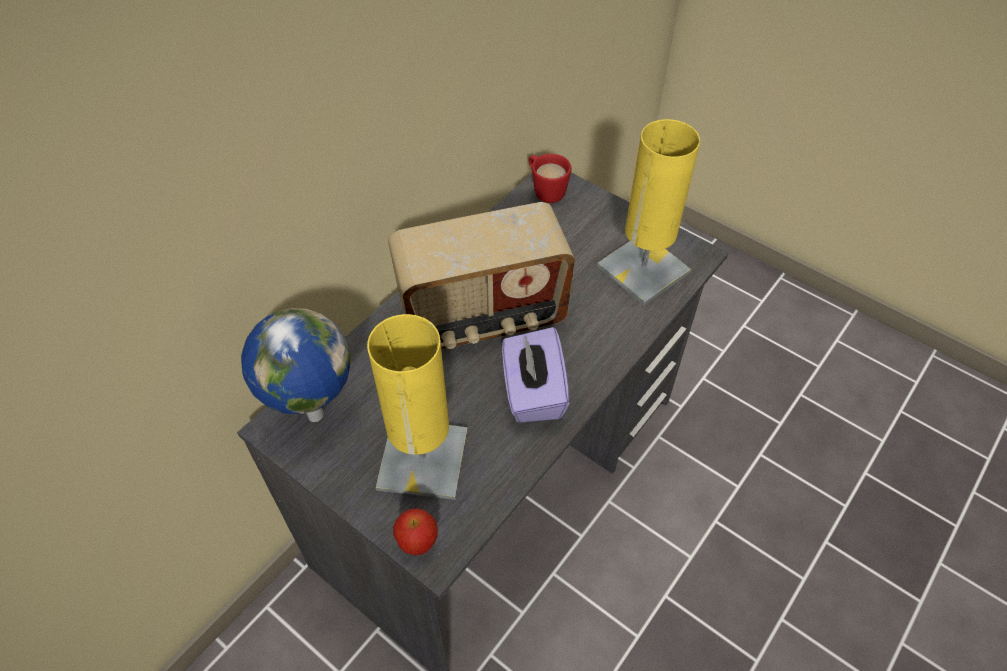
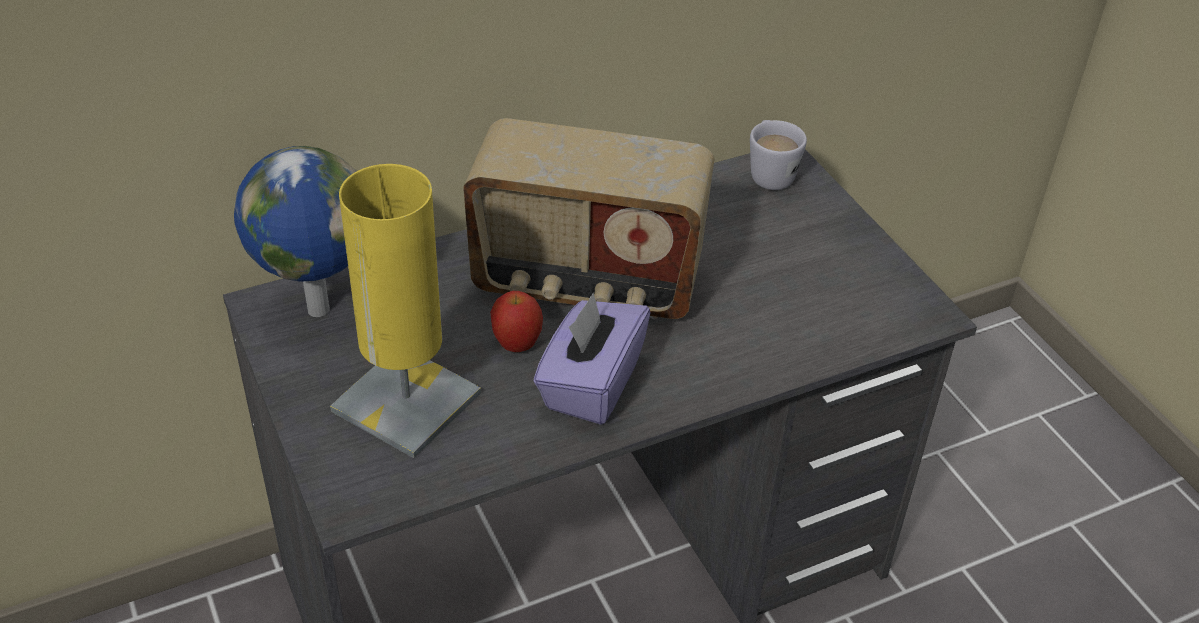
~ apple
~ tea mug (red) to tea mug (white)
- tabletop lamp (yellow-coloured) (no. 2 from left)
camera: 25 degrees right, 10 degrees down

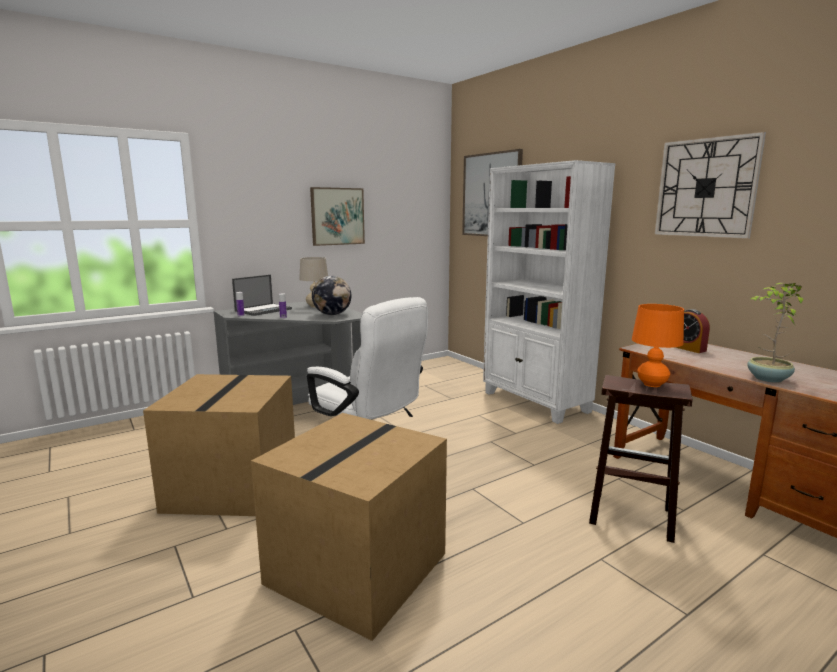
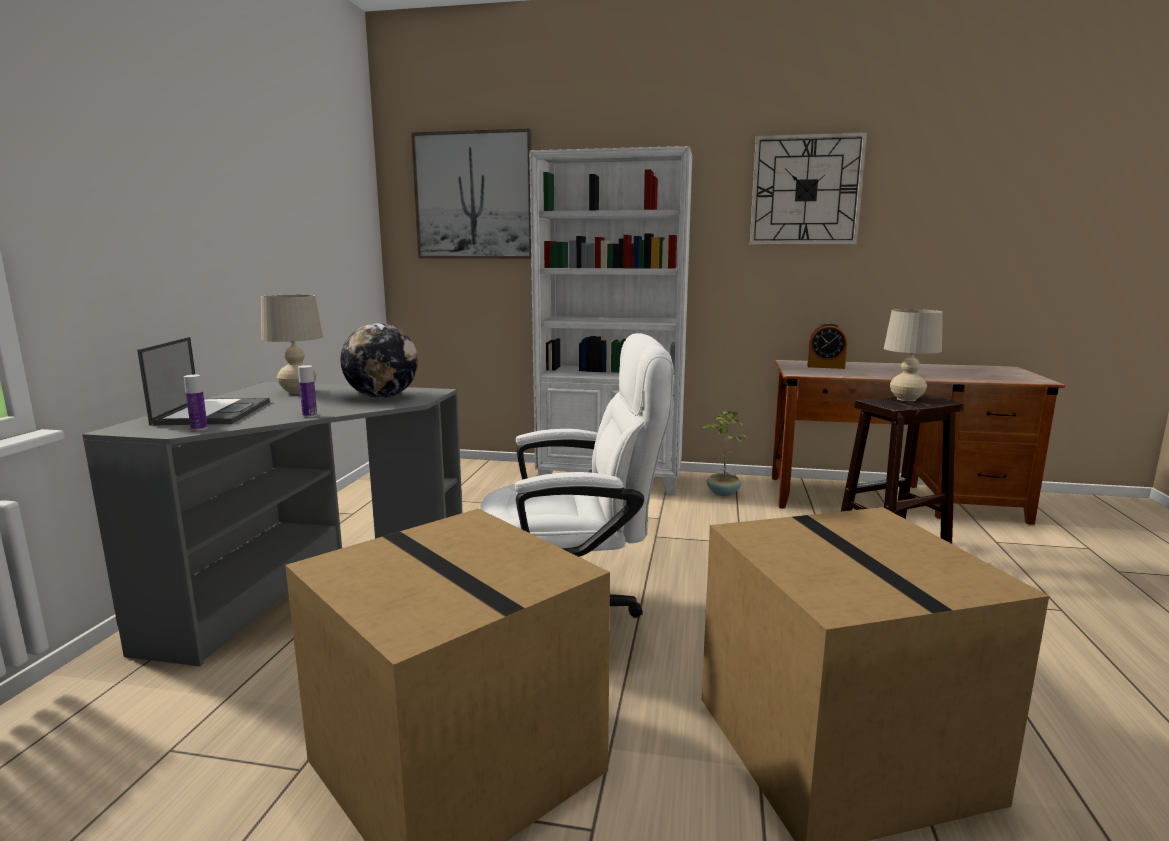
- picture (no. 1 from left)
~ tabletop lamp (orangey) to tabletop lamp (beige) (no. 2 from left)
~ plant in a pot
camera: 45 degrees left, 0 degrees up

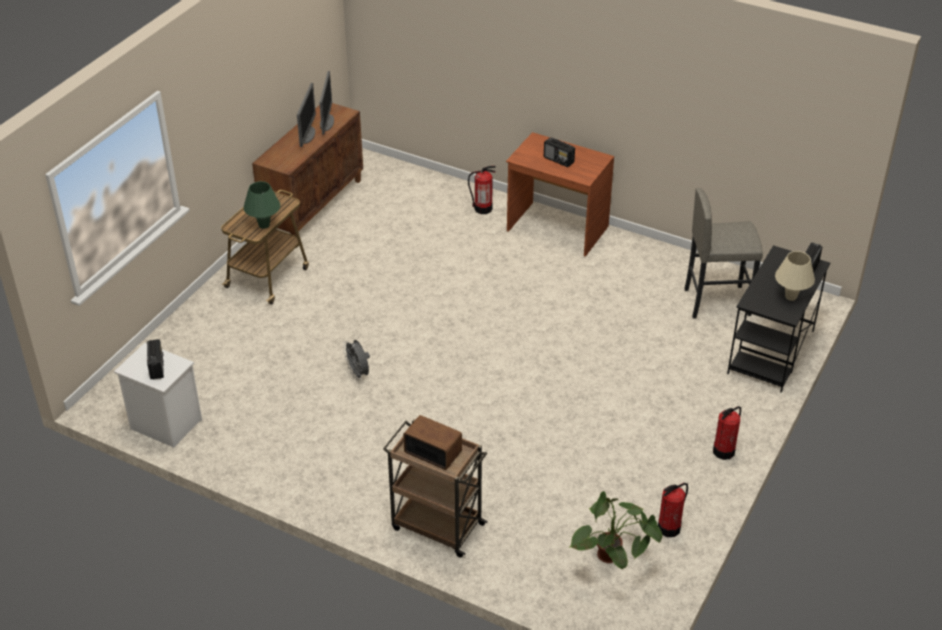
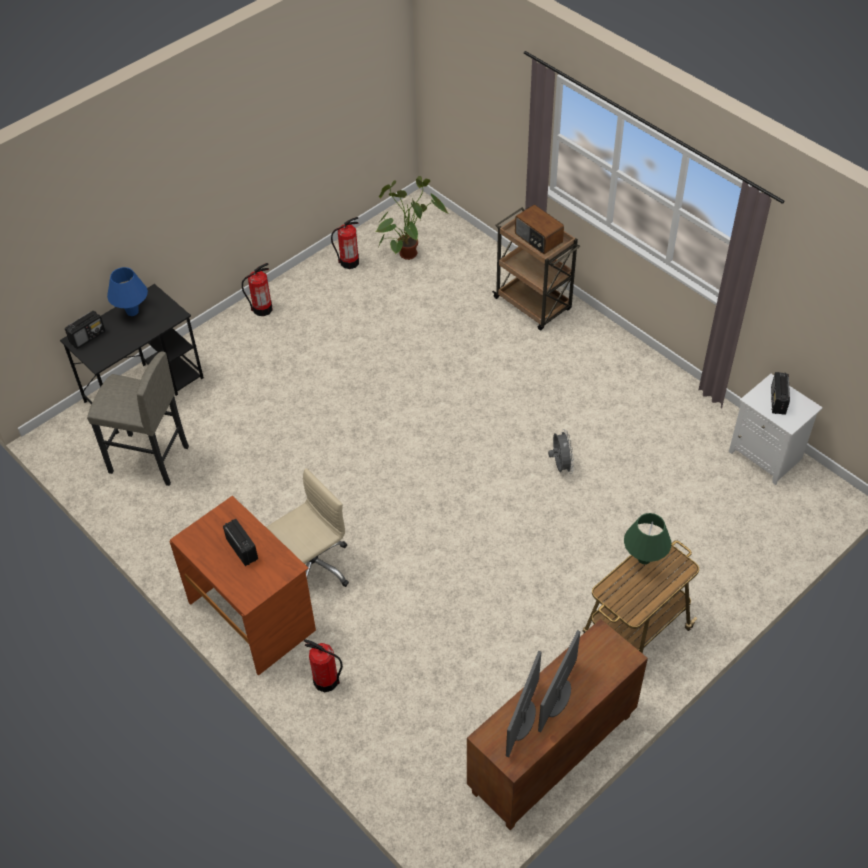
~ tabletop lamp (beige) to tabletop lamp (blue-coloured)
+ desk chair (beige)
camera: 160 degrees left, 10 degrees up

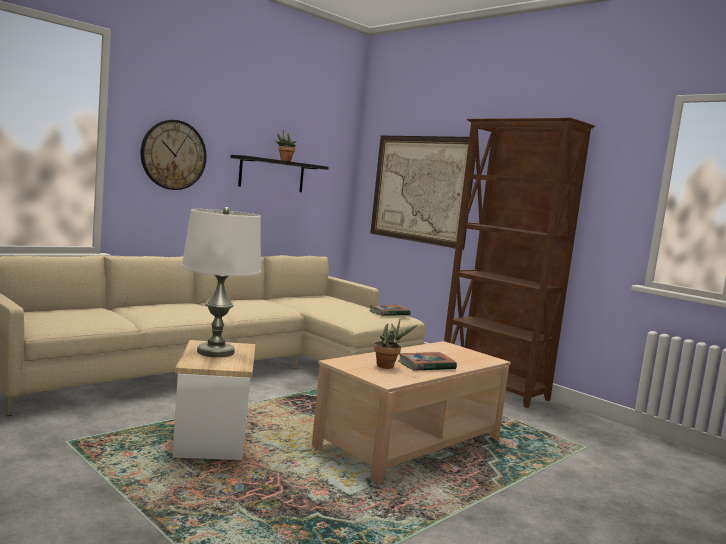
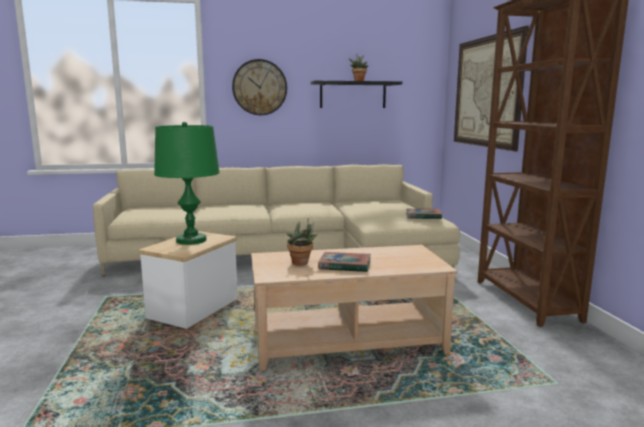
~ tabletop lamp (white) to tabletop lamp (greenish)
camera: 35 degrees right, 5 degrees up

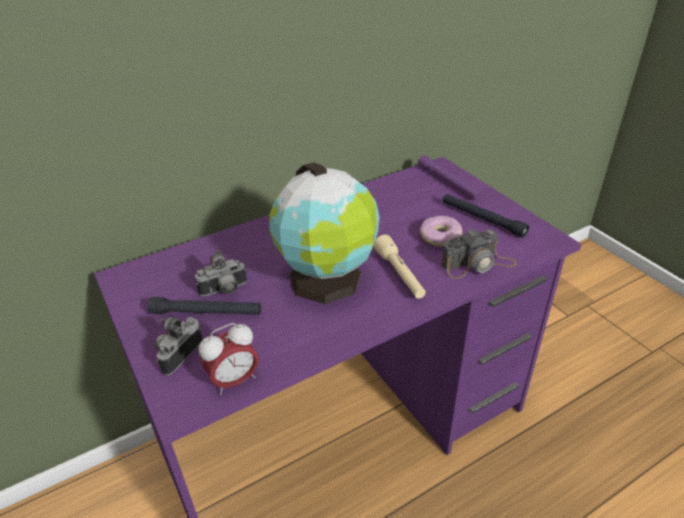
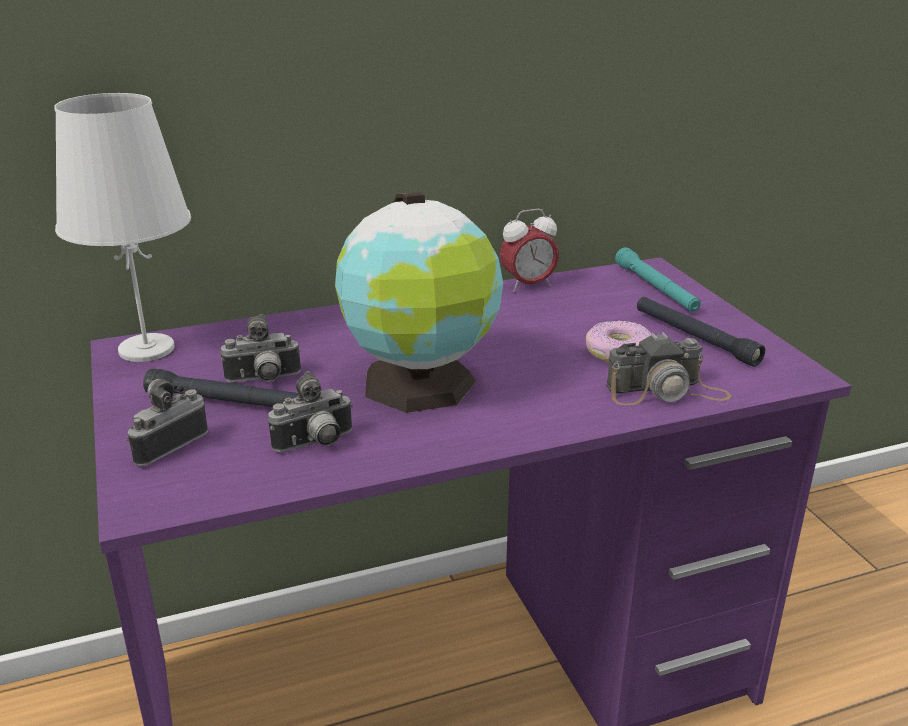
~ table clock
- flashlight (beige)
~ flashlight (purple-coloured) to flashlight (turquoise)
+ tabletop lamp (white)
+ photo camera (no. 3 from left)
camera: 10 degrees right, 10 degrees down

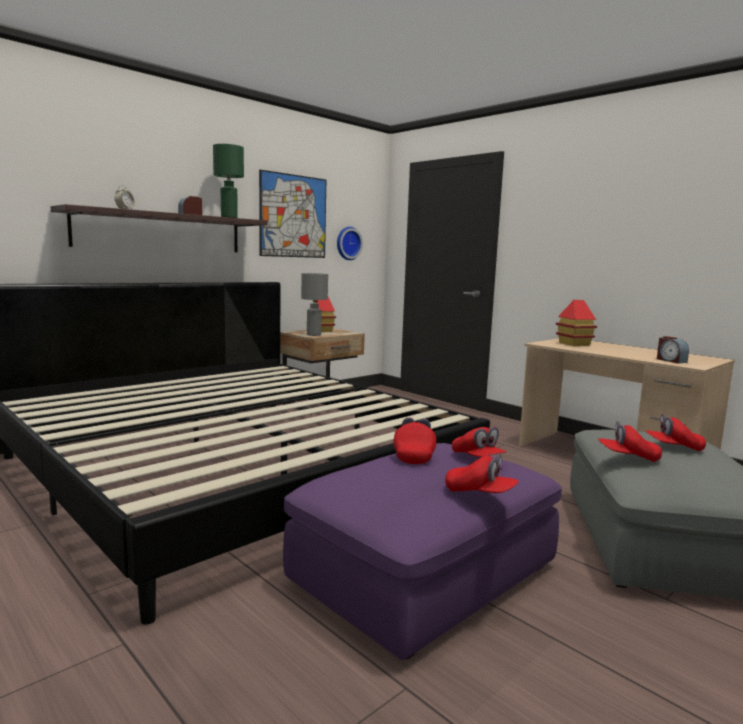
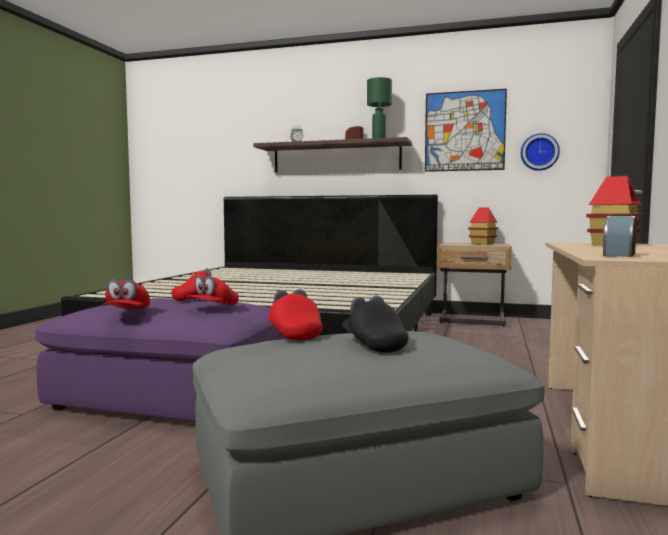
- tabletop lamp (grey)
~ cap (red) (no. 5 from left) to cap (black-coloured)
camera: 60 degrees right, 5 degrees down

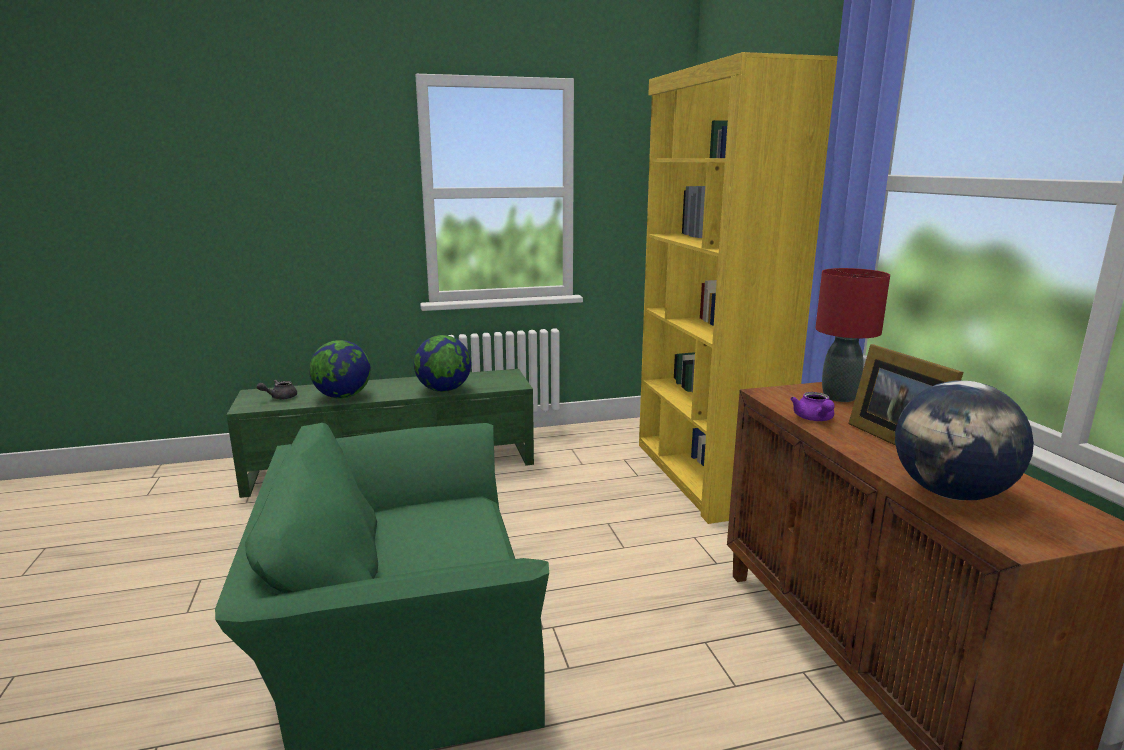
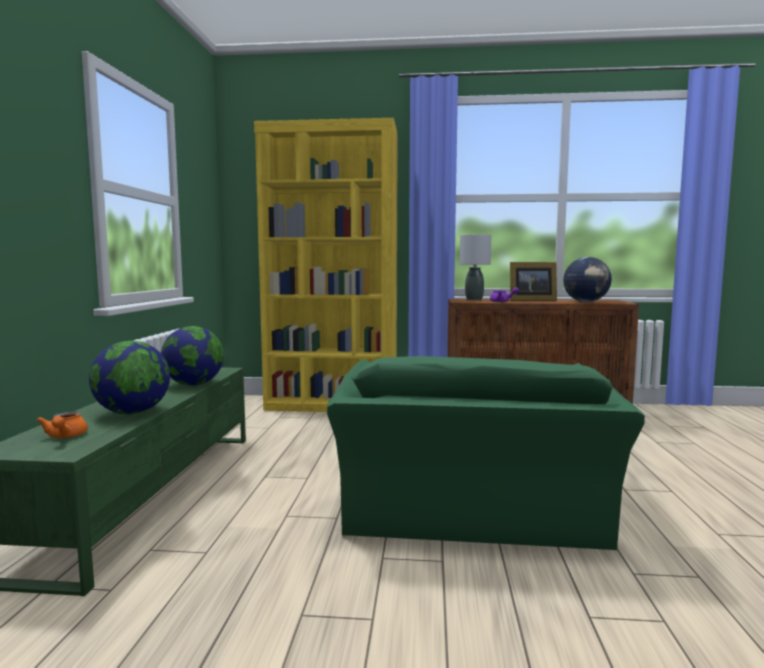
~ teapot (grey) to teapot (orangey)
~ tabletop lamp (red) to tabletop lamp (grey)
camera: 70 degrees left, 10 degrees down

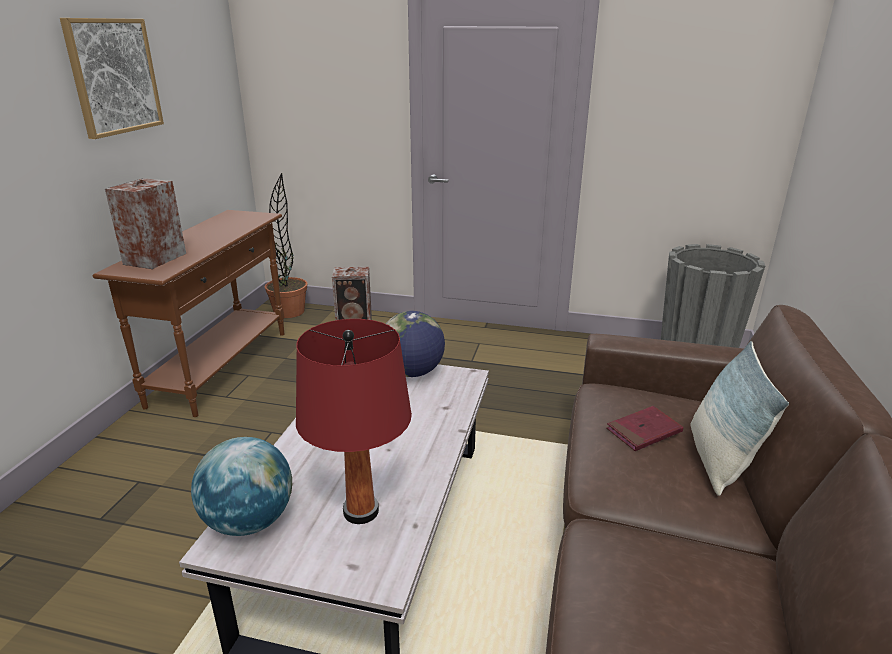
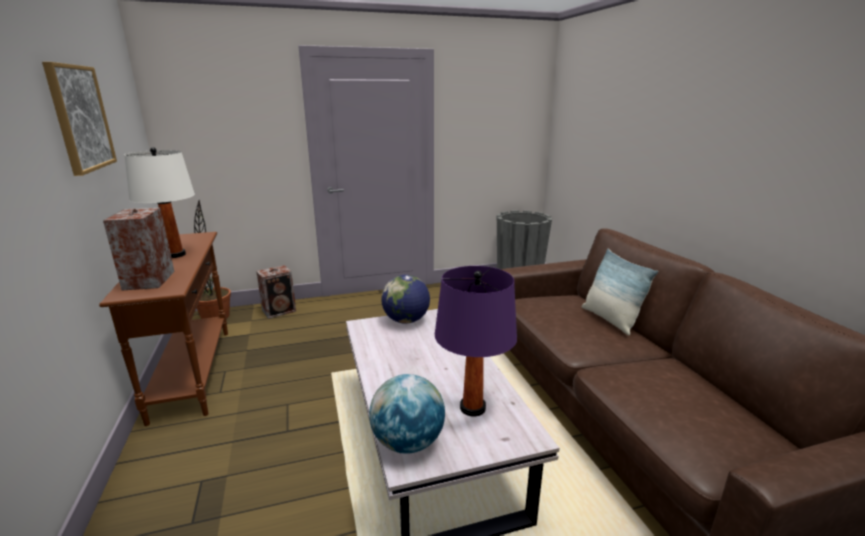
~ tabletop lamp (red) to tabletop lamp (purple-coloured)
- bound book (red)
+ tabletop lamp (white)
camera: 30 degrees left, 5 degrees down

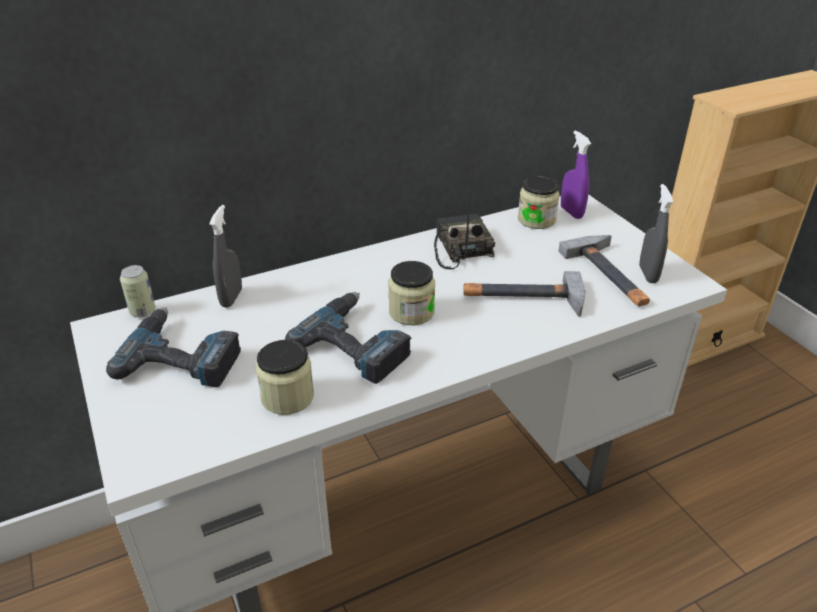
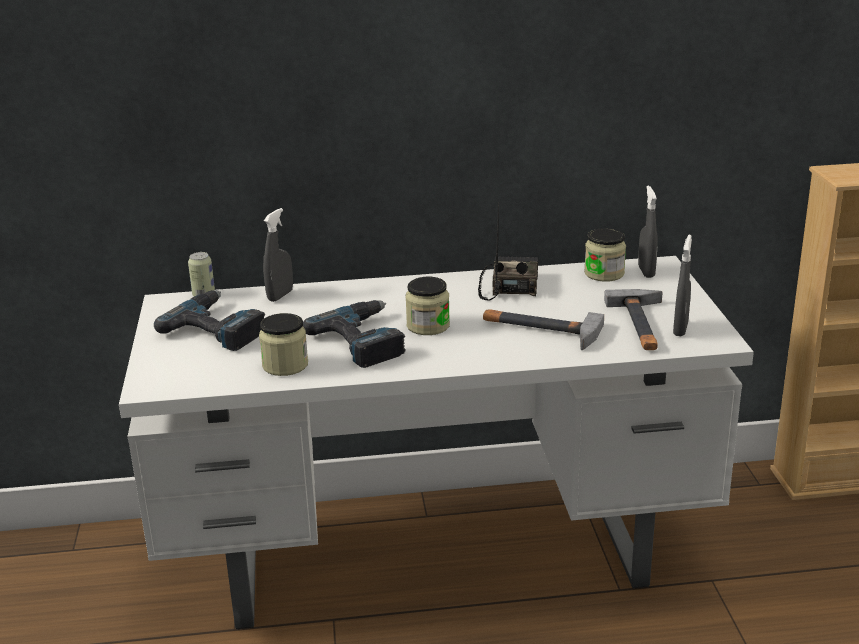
~ spray bottle (purple-coloured) to spray bottle (grey) (no. 2 from left)
camera: 20 degrees right, 10 degrees down

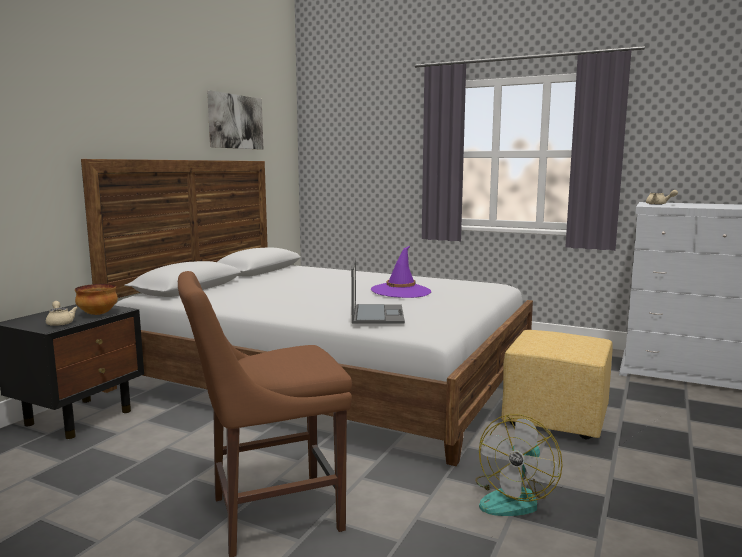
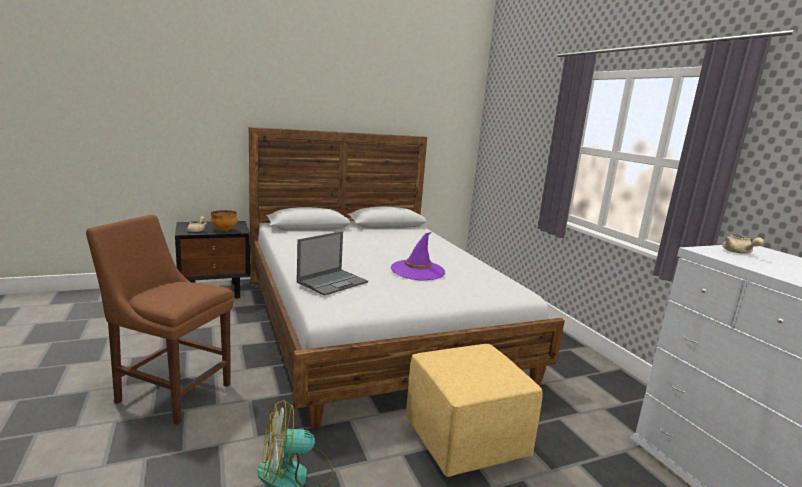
- picture
camera: 40 degrees right, 5 degrees up

